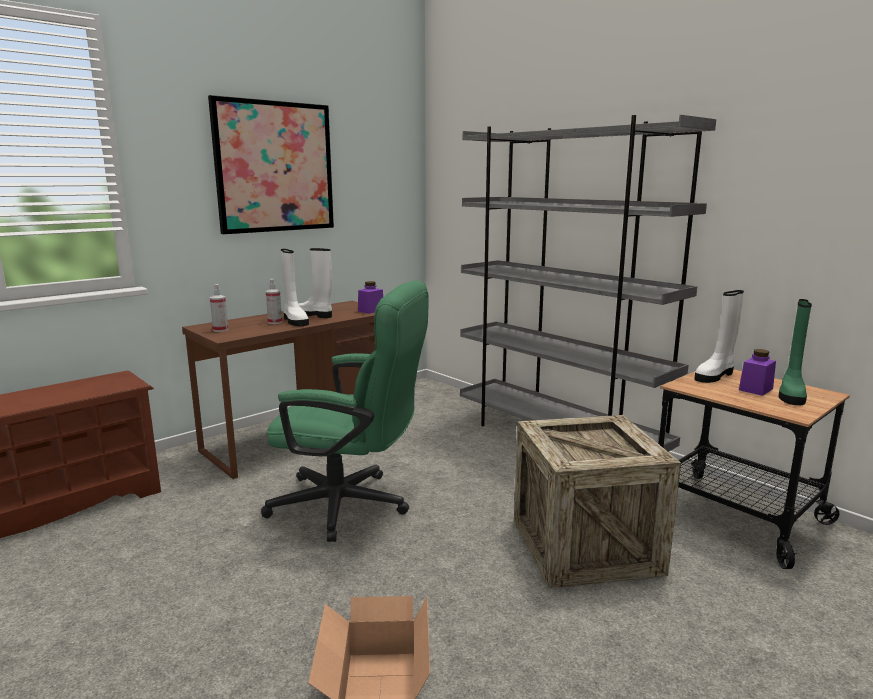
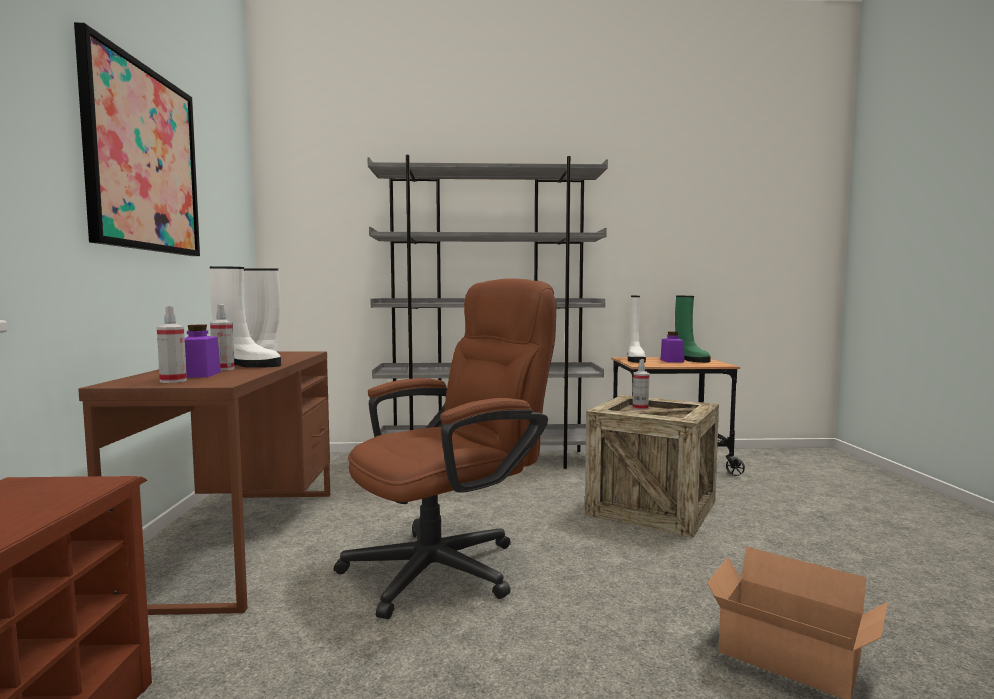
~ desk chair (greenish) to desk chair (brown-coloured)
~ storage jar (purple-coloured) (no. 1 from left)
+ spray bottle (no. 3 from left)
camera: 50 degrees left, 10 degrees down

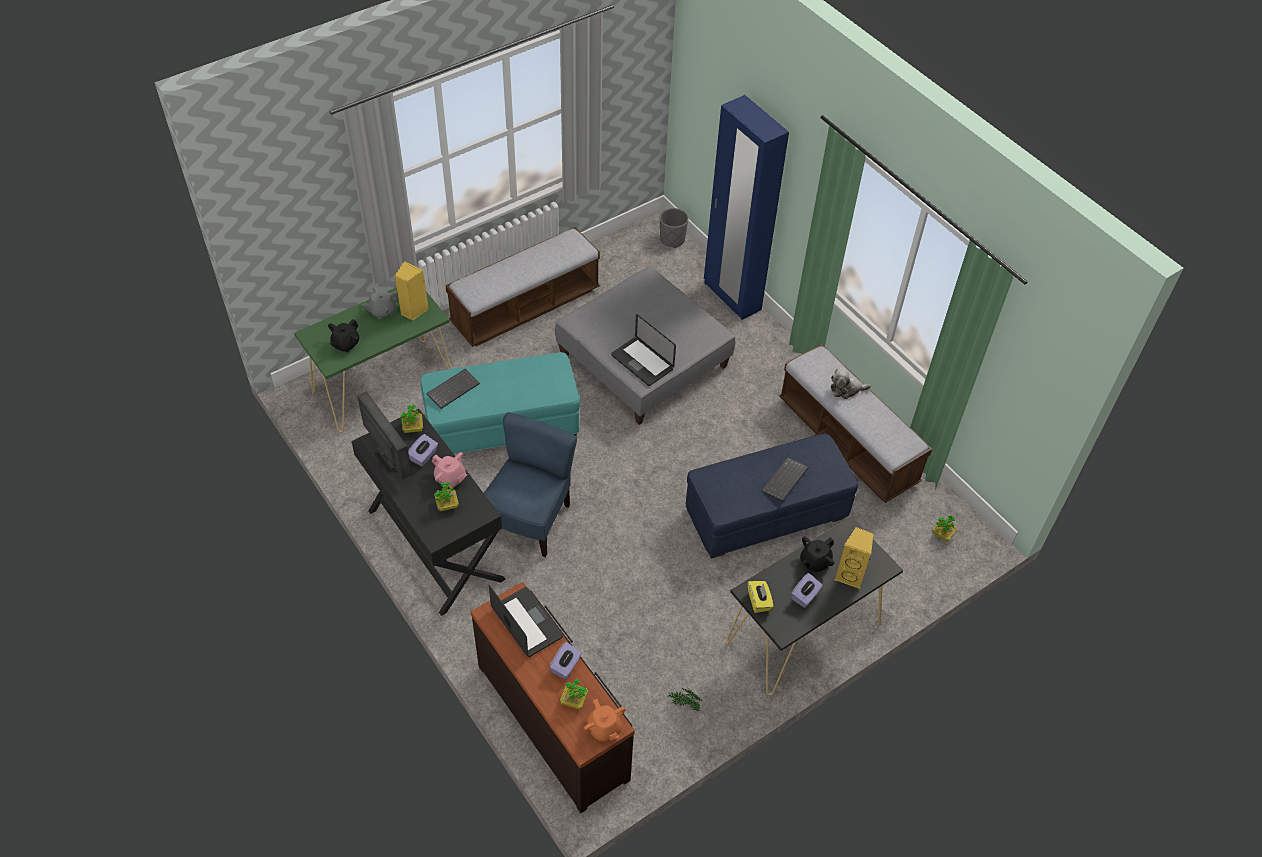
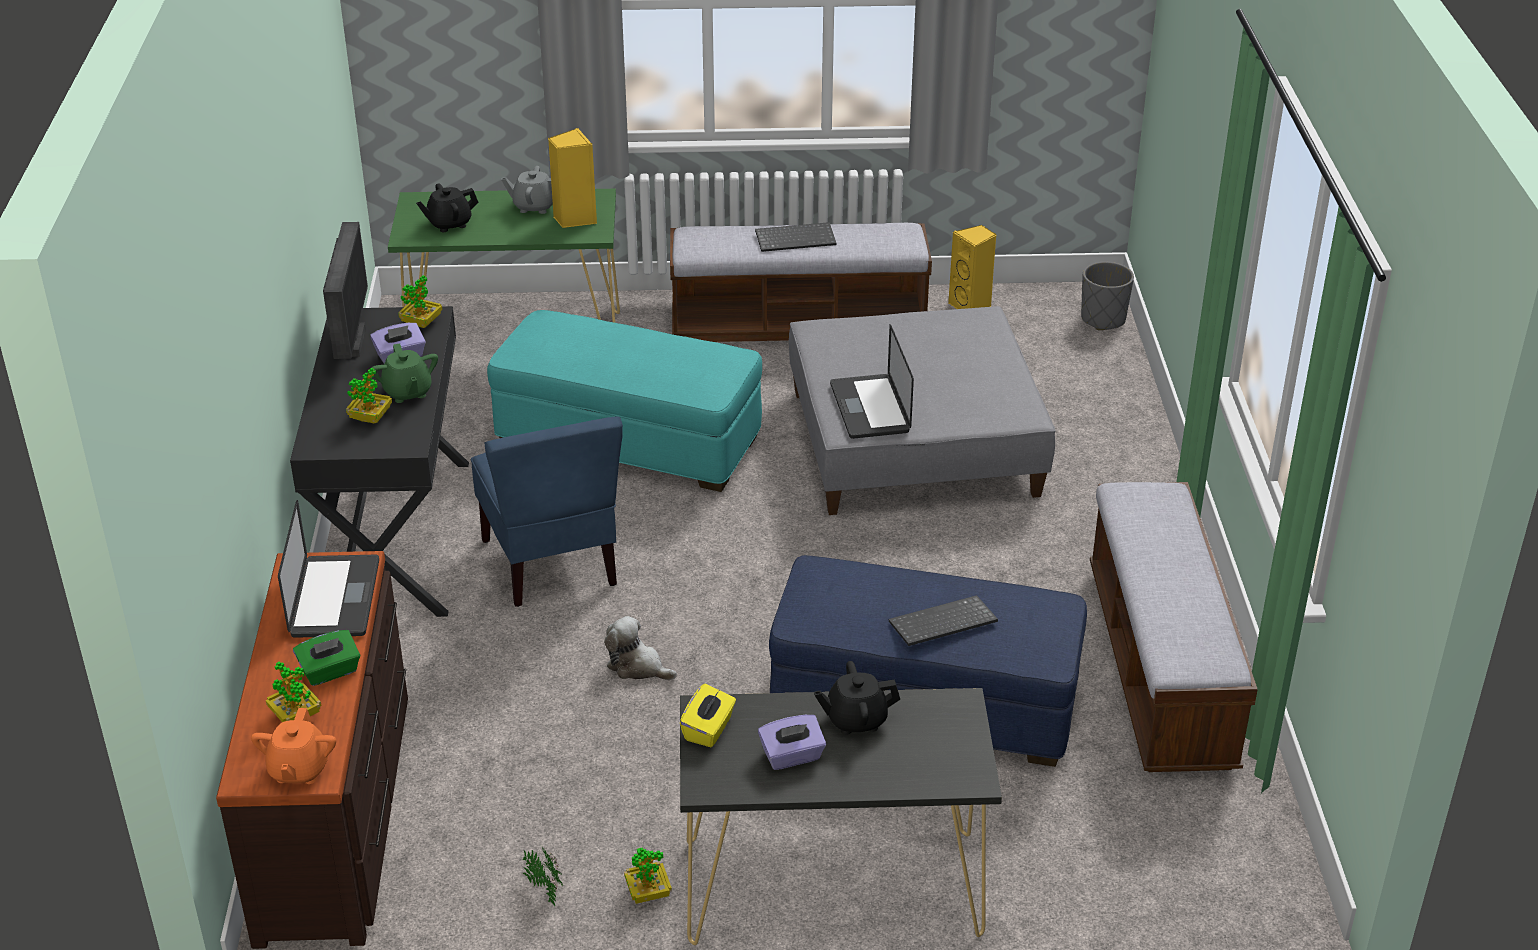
~ computer keyboard (no. 1 from left)
~ teapot (pink-coloured) to teapot (greenish)
~ upright chair (blue-coloured) 105 degrees clockwise
~ tissue holder (purple-coloured) (no. 2 from left) to tissue holder (greenish)
- wardrobe (blue-coloured)
~ cuddly toy
~ speaker (yellow-coloured) (no. 2 from left)
~ plant in a pot (no. 5 from left)
camera: 35 degrees right, 15 degrees down

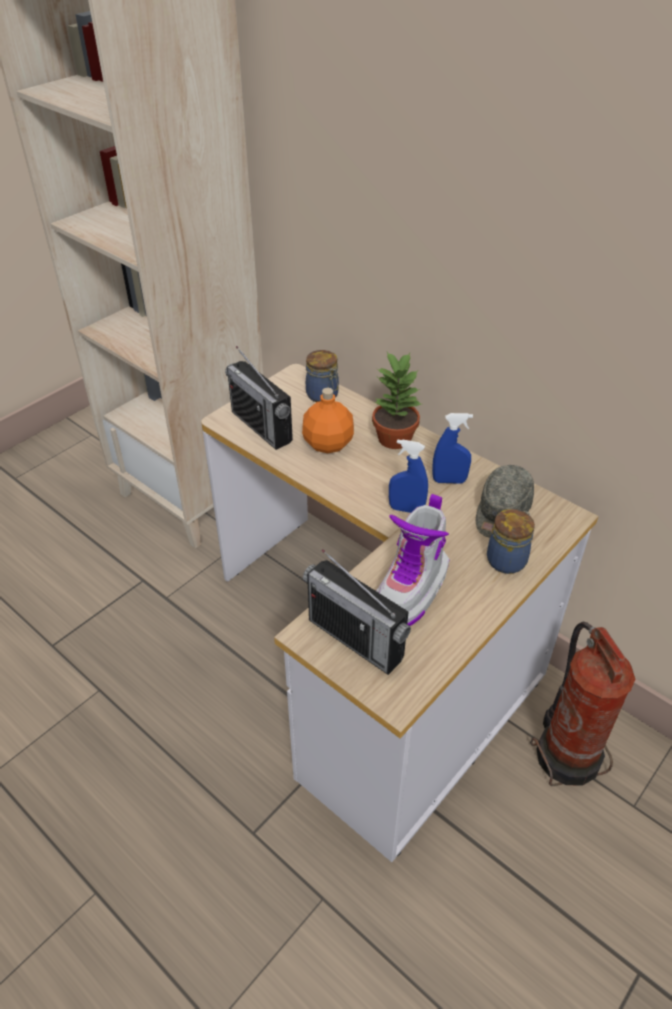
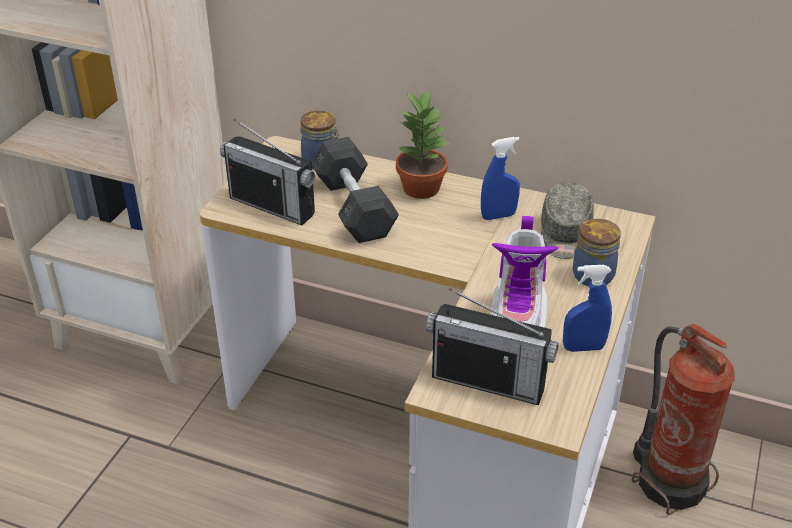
~ beverage bottle (orangey) to free weight (grey)
~ spray bottle (blue-coloured) (no. 1 from left in the first image) to spray bottle (blue-coloured) (no. 2 from left)
camera: 20 degrees left, 5 degrees down

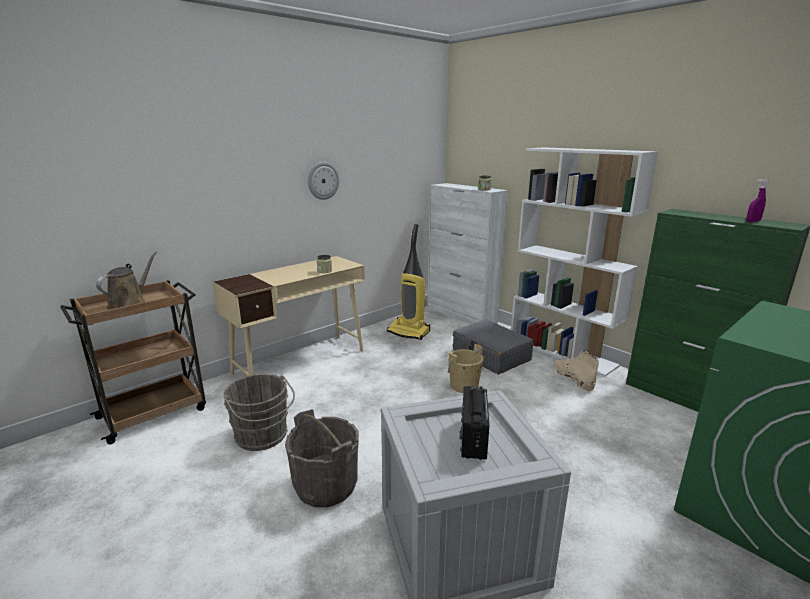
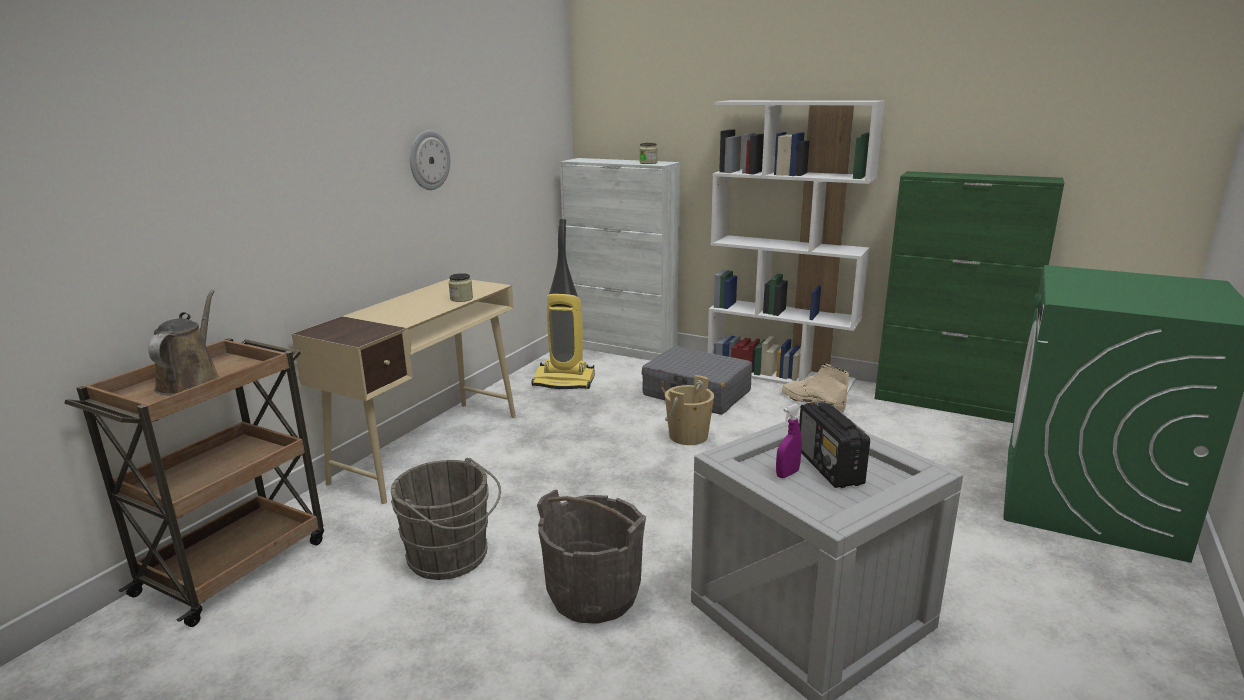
~ spray bottle (purple-coloured)
camera: 20 degrees left, 0 degrees up

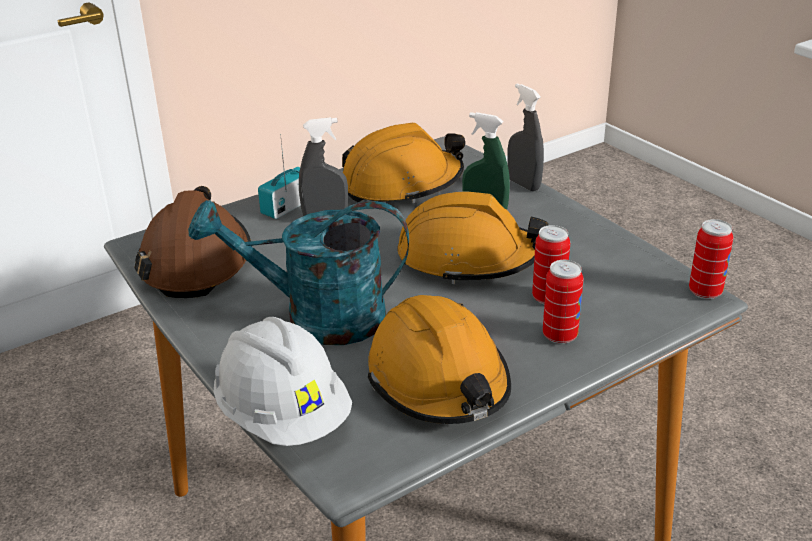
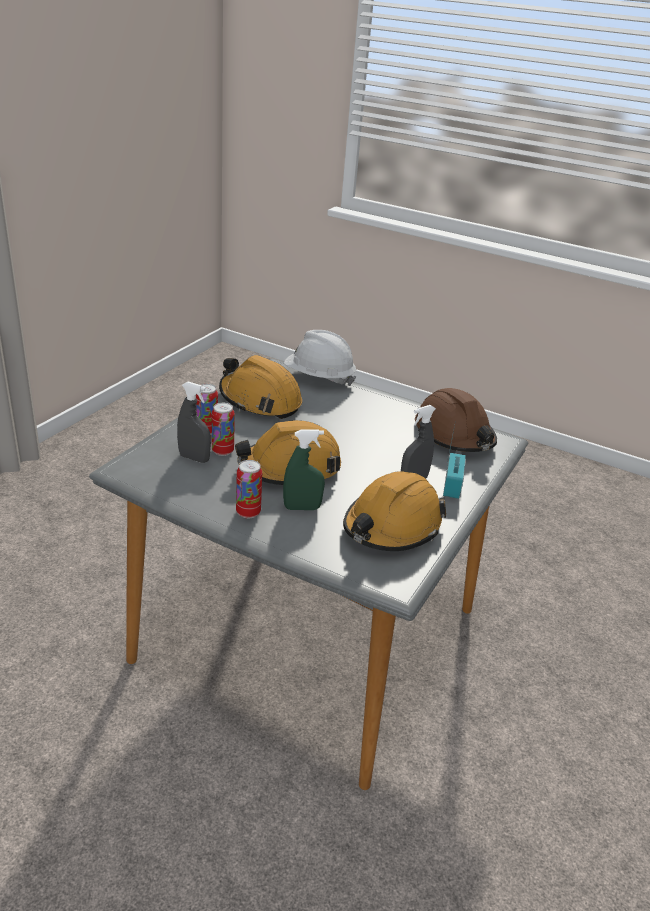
- watering pot (turquoise)
~ spray bottle (grey) (no. 2 from left in the first image) to spray bottle (grey) (no. 1 from left)
~ can (no. 3 from left)
camera: 150 degrees right, 0 degrees up

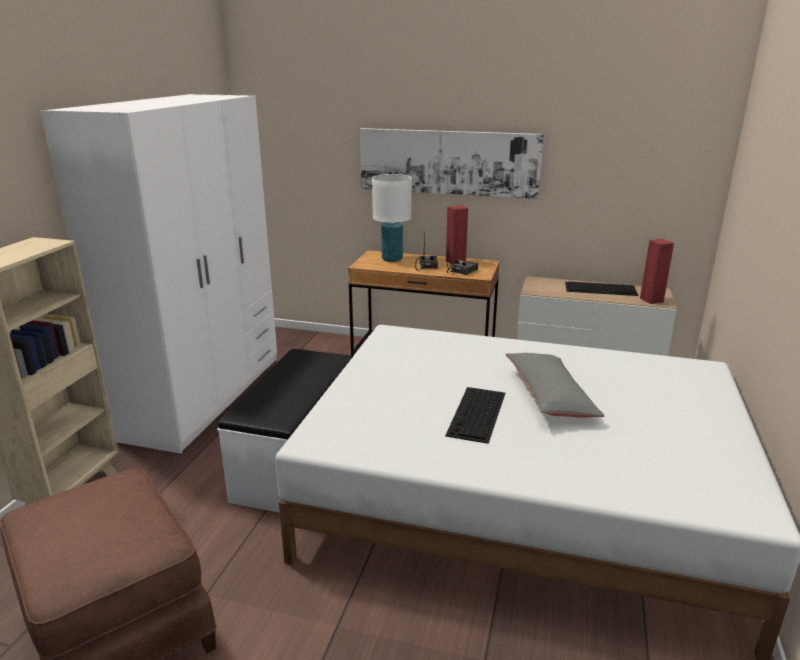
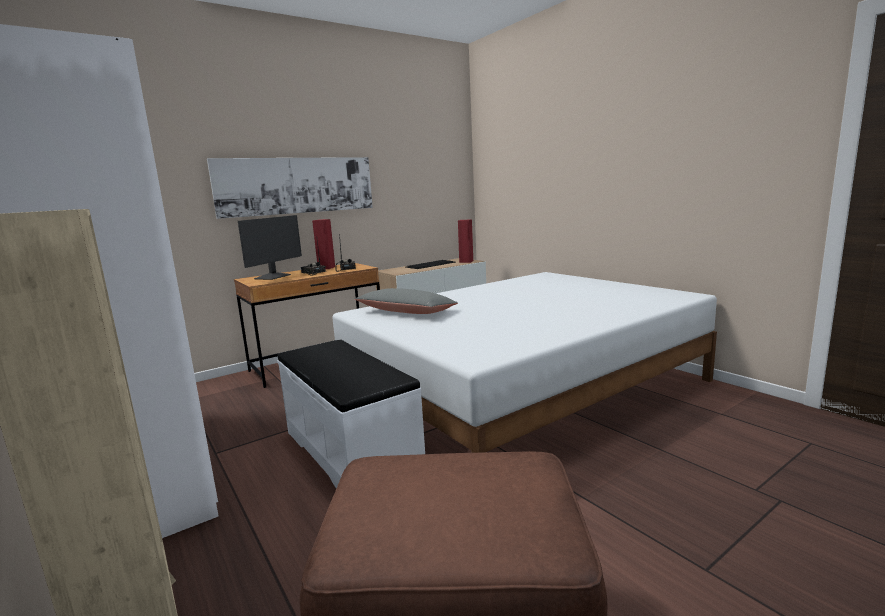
~ tabletop lamp (white) to computer display
- computer keyboard (no. 1 from left)
~ pillow (grey)
camera: 50 degrees left, 10 degrees down

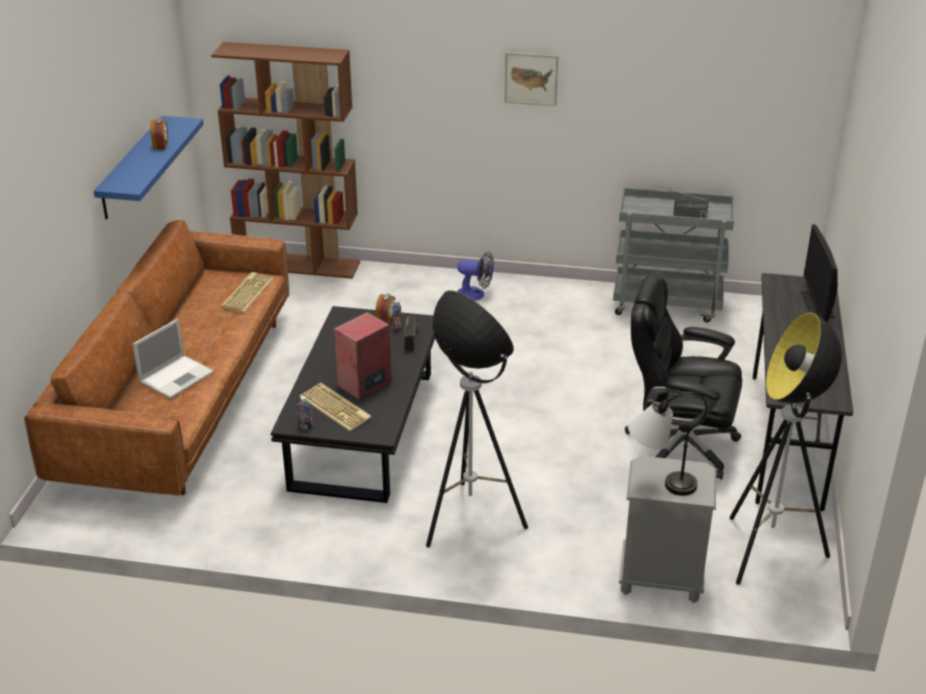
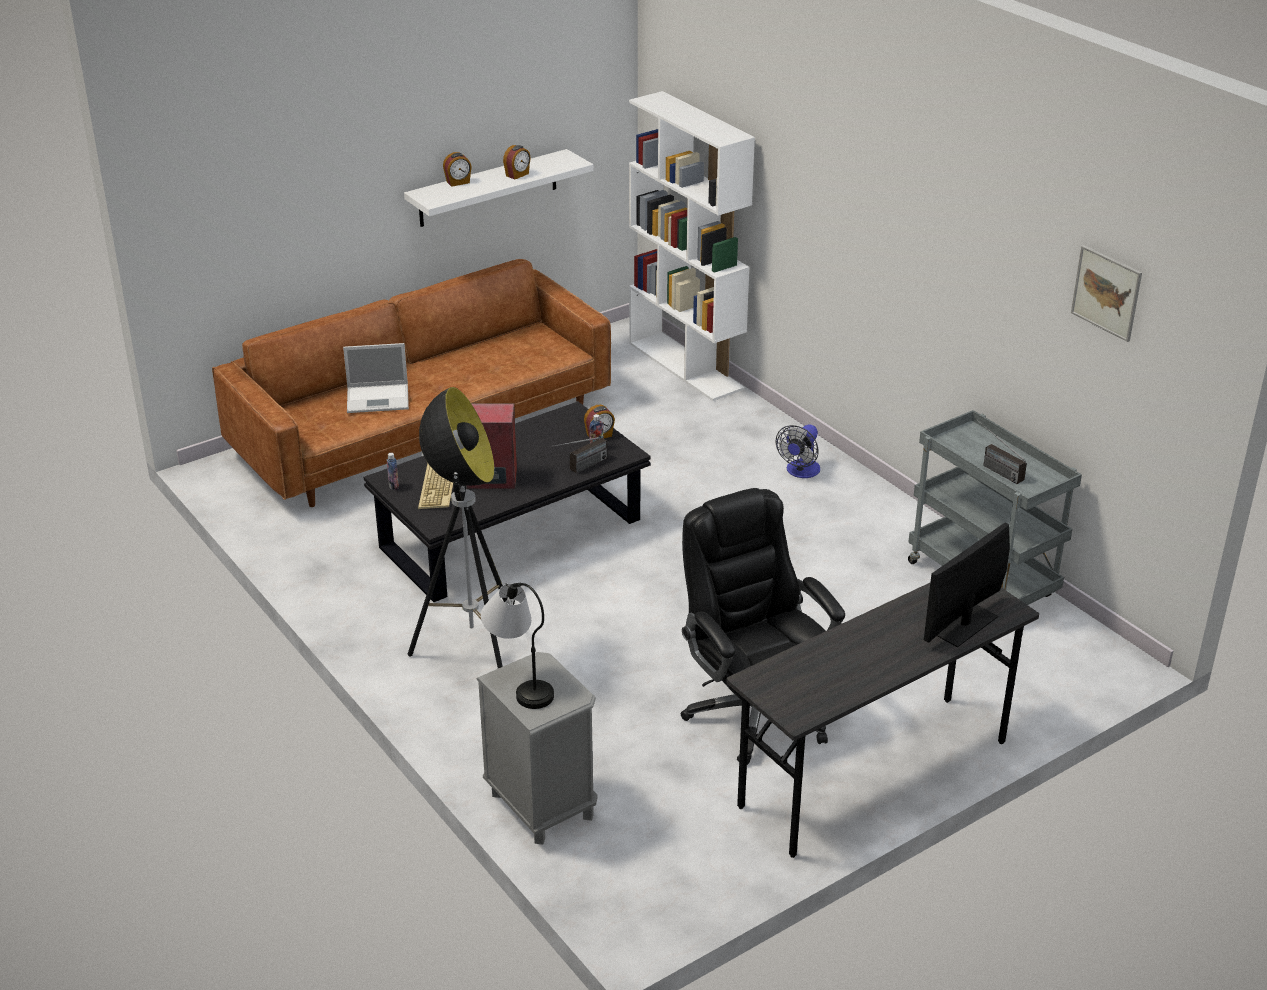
~ shelf (blue-coloured) to shelf (white)
~ bookcase (brown-coloured) to bookcase (white)
- computer keyboard (no. 1 from left)
~ electric fan 60 degrees clockwise
~ picture
- standard lamp (no. 2 from left)
+ table clock (no. 1 from left)
camera: 45 degrees right, 0 degrees up

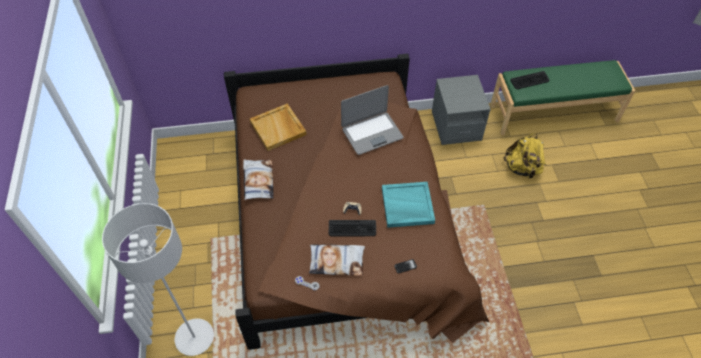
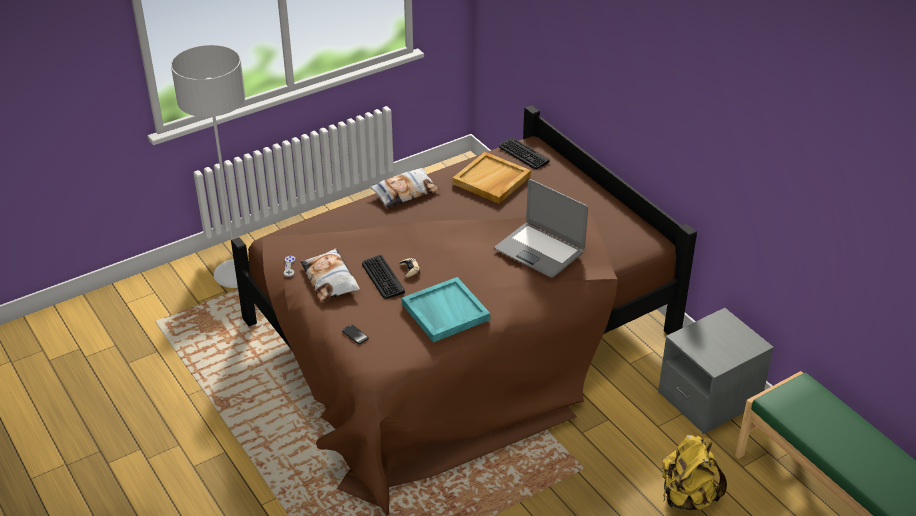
~ computer keyboard (no. 2 from left)
camera: 65 degrees right, 15 degrees down

